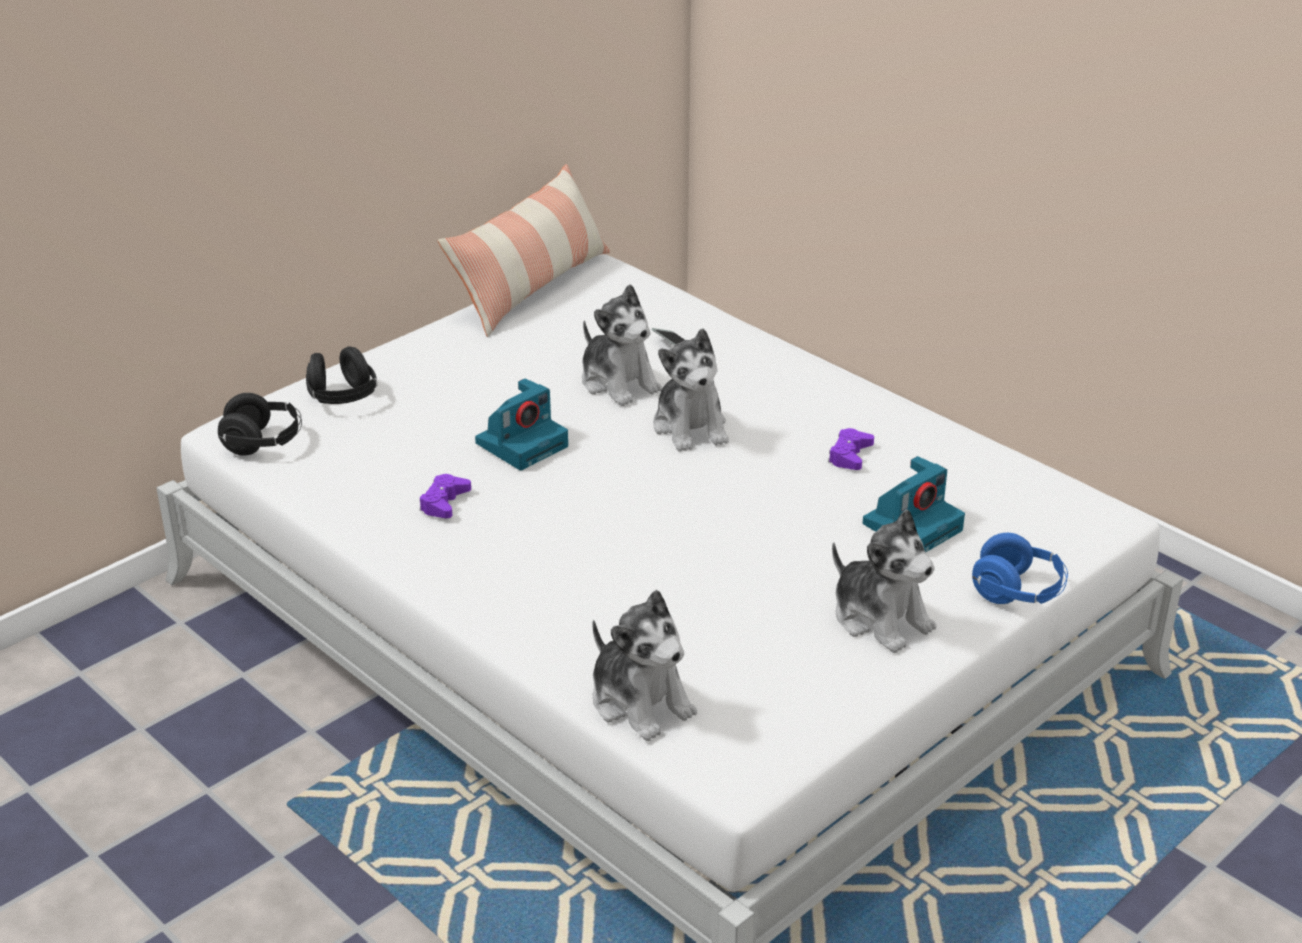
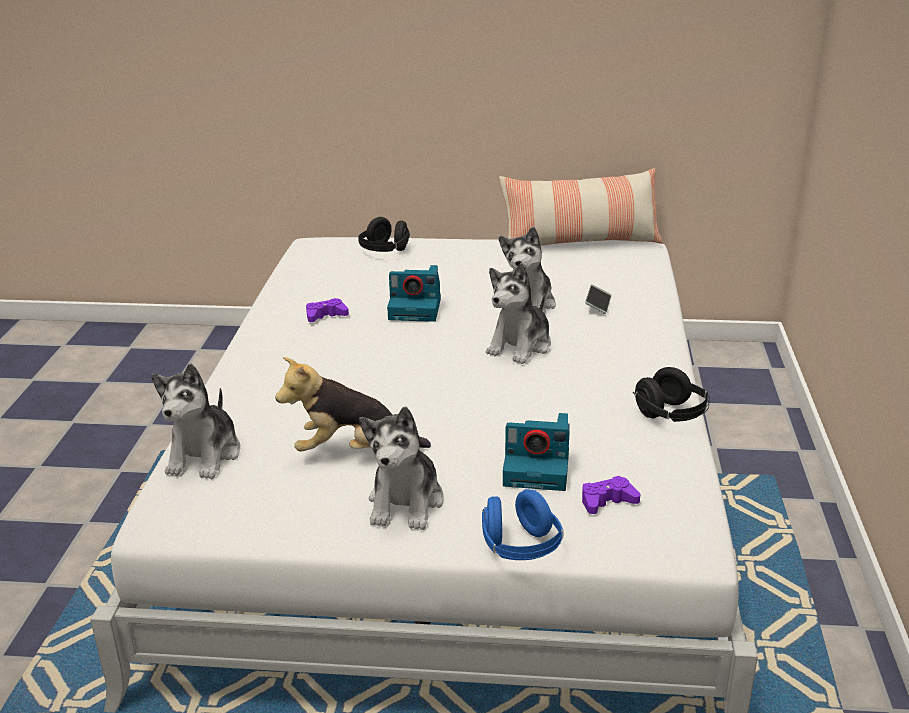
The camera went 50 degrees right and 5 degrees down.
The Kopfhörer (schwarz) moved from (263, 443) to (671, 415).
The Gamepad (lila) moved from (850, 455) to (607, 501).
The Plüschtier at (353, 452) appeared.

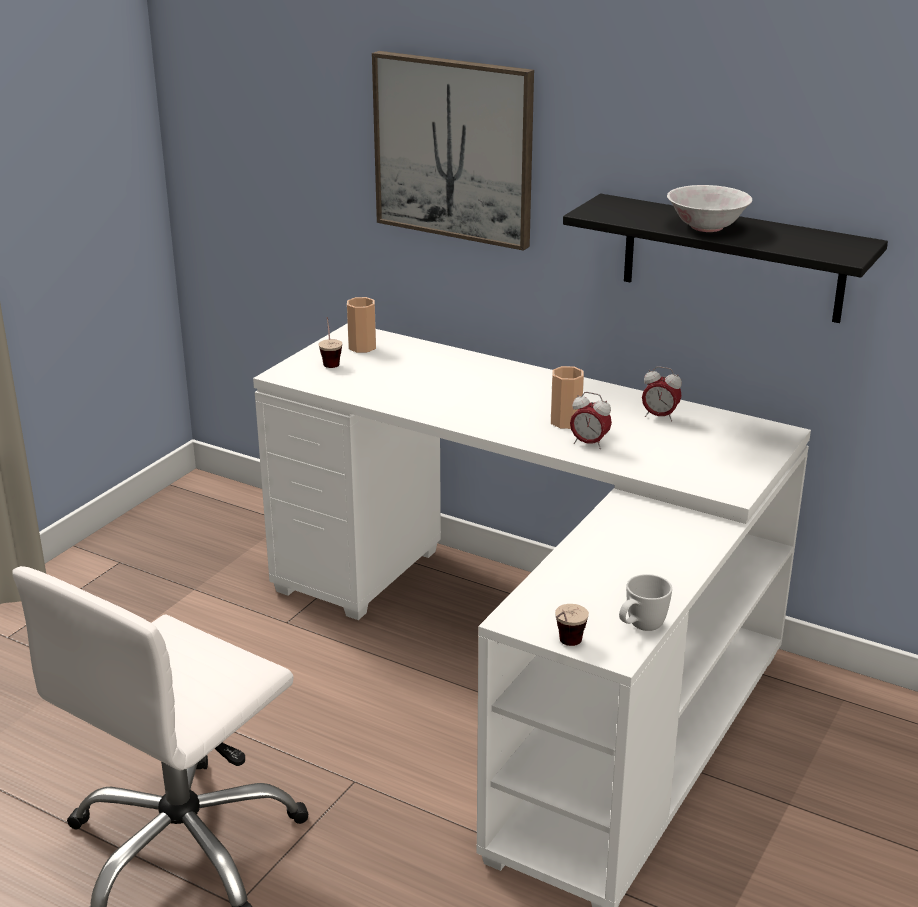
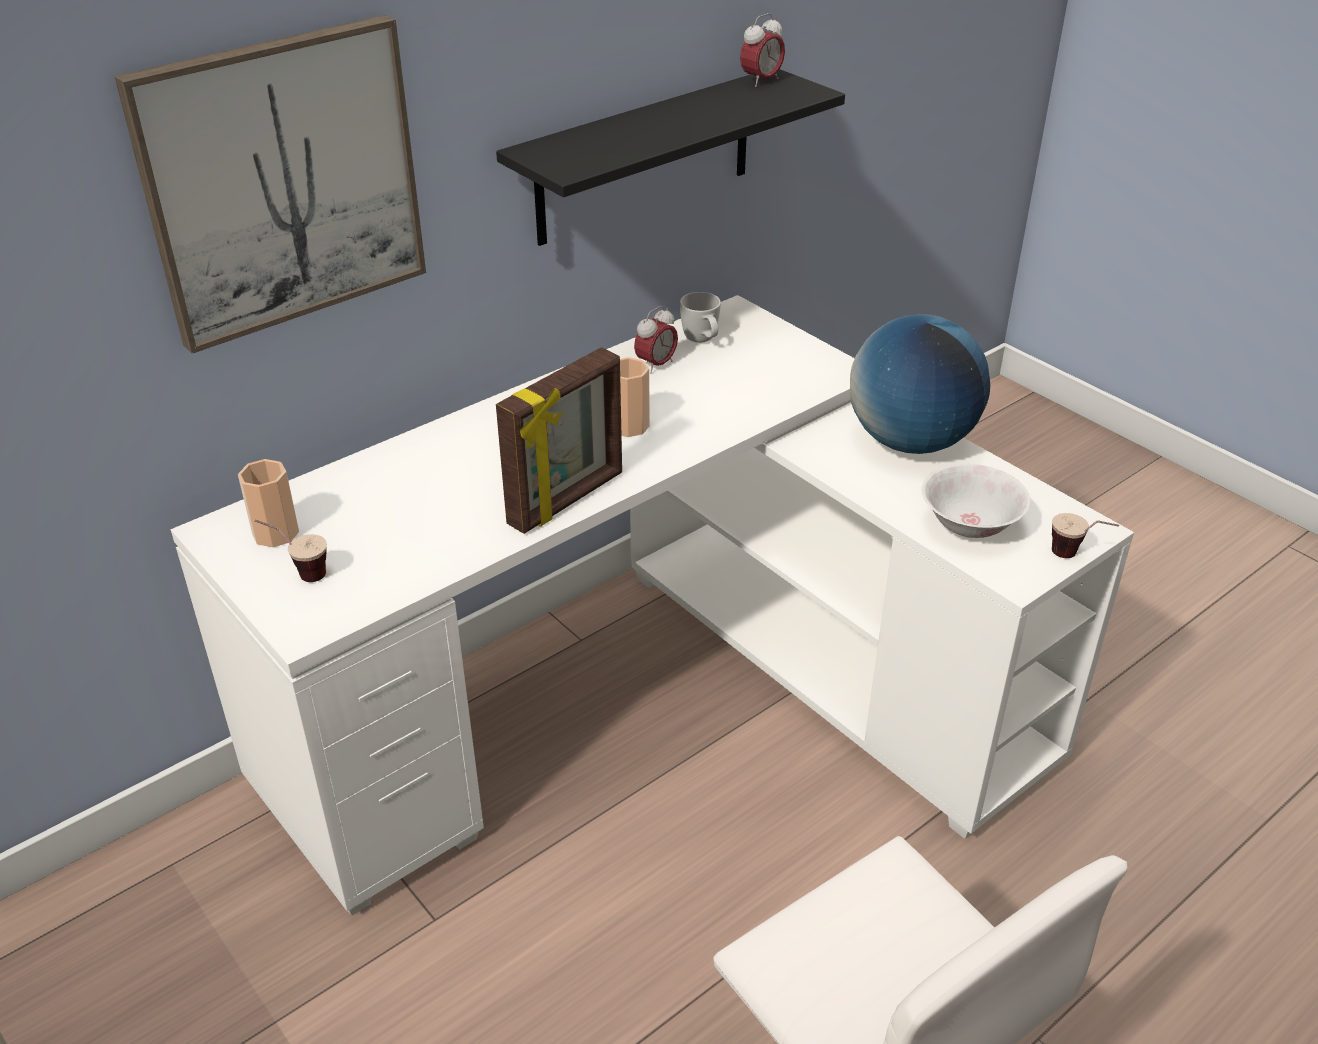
The camera went 70 degrees left and 10 degrees up.
The Wecker moved from (589, 444) to (761, 81).
The Henkelbecher (weiß) moved from (640, 628) to (702, 341).
The Schüssel (weiß) moved from (707, 227) to (970, 525).
The Bilderrahmen at (567, 500) appeared.
The Globus at (910, 441) appeared.

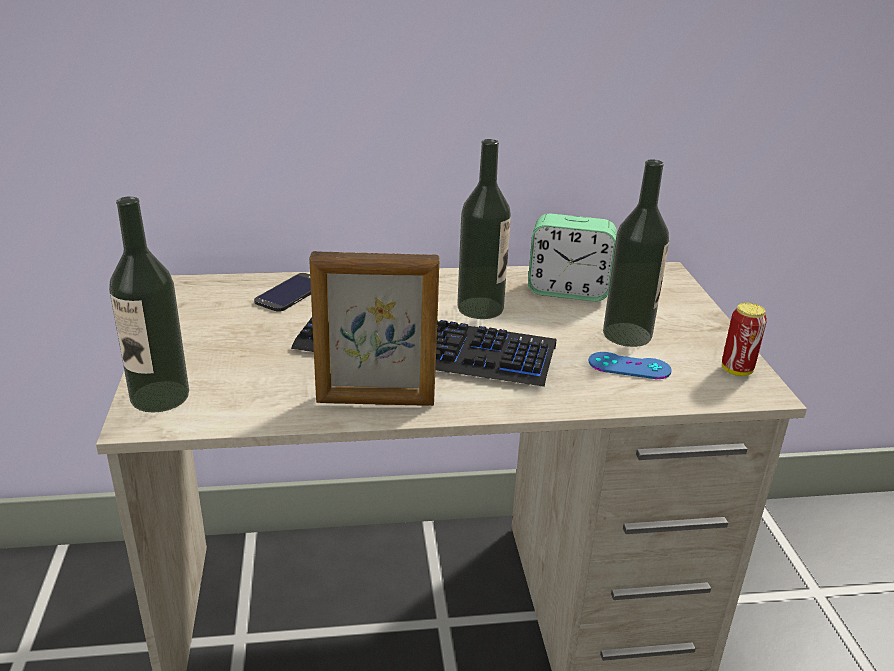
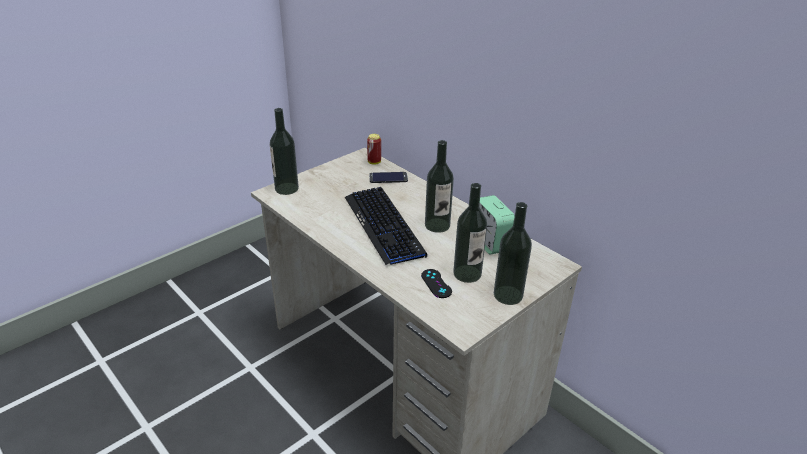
The camera went 55 degrees right and 5 degrees up.
The Bilderrahmen at (375, 401) disappeared.
The Gamepad (blau) at (629, 366) became the Gamepad (schwarz) at (436, 283).
The Dose moved from (736, 370) to (374, 162).
The Flasche at (508, 295) appeared.

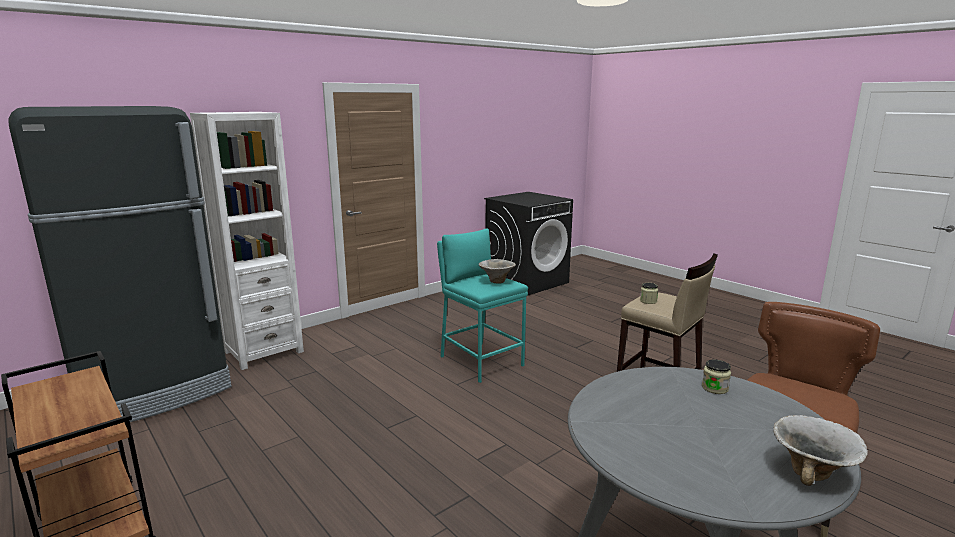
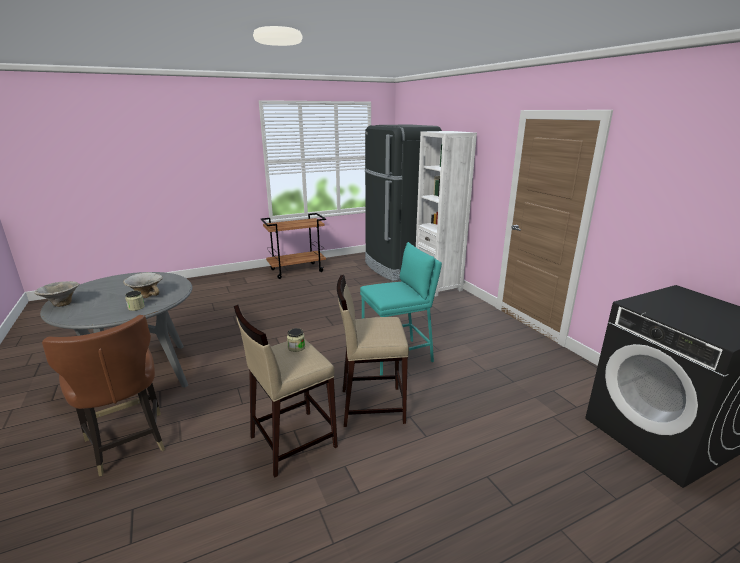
The camera went 105 degrees right and 5 degrees up.
The Schüssel moved from (496, 281) to (147, 295).
The Hocker (beige) at (371, 405) appeared.

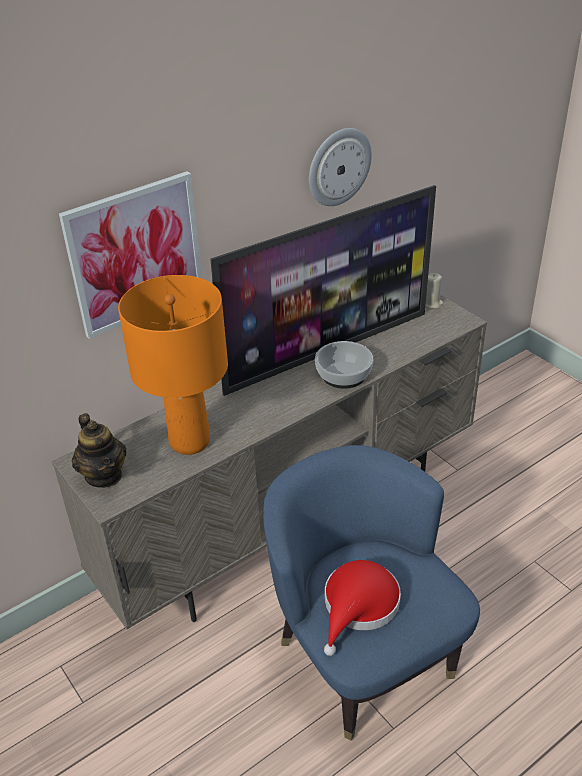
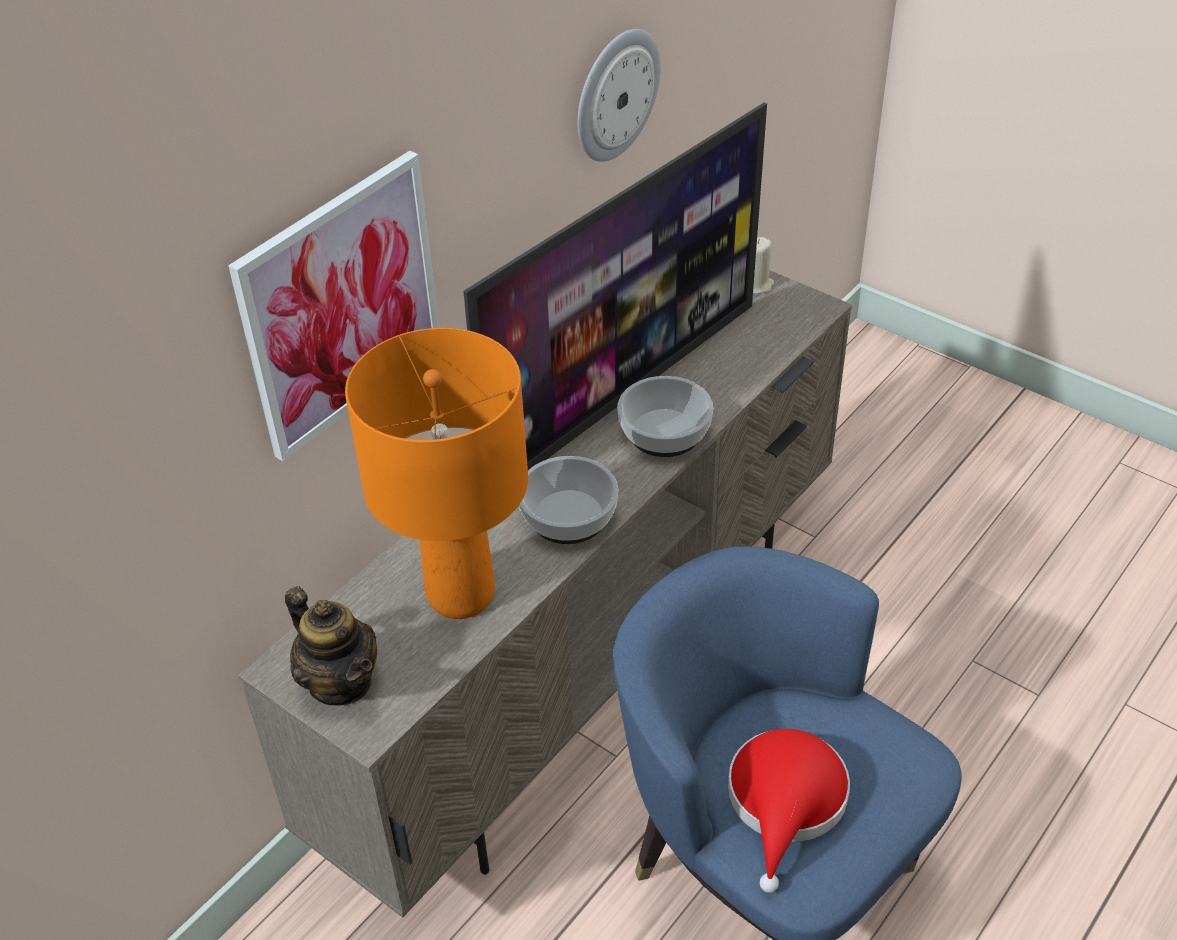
The camera went 15 degrees left and 5 degrees up.
The Schüssel at (567, 516) appeared.

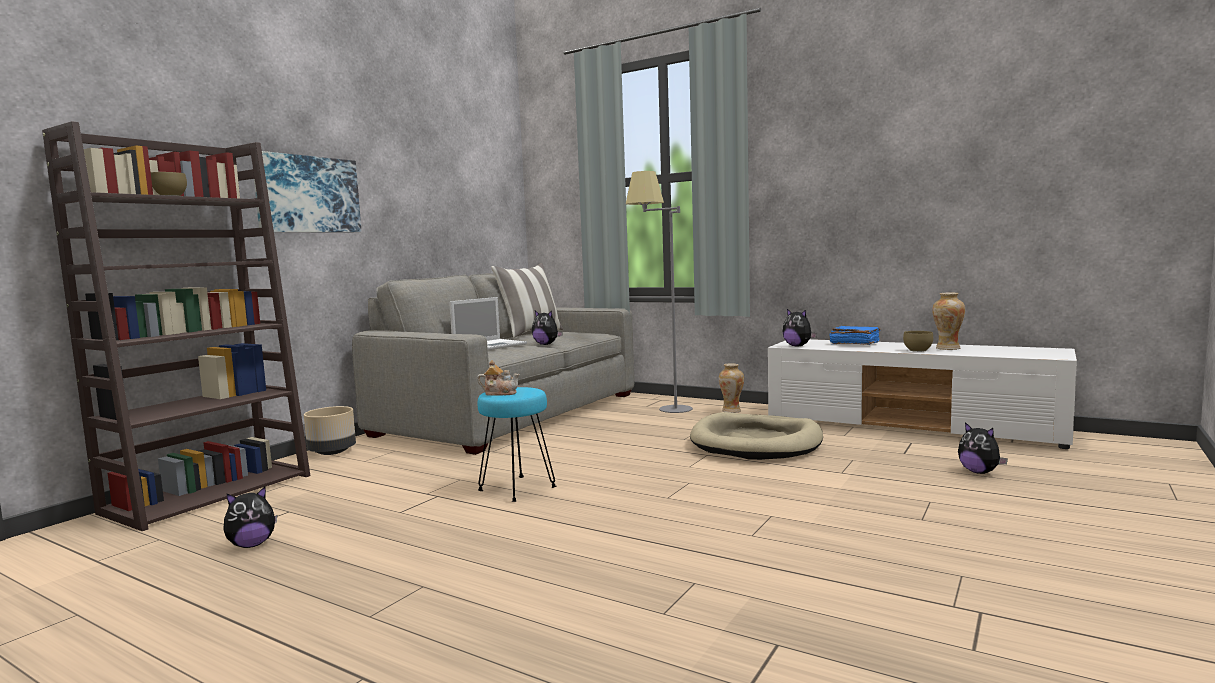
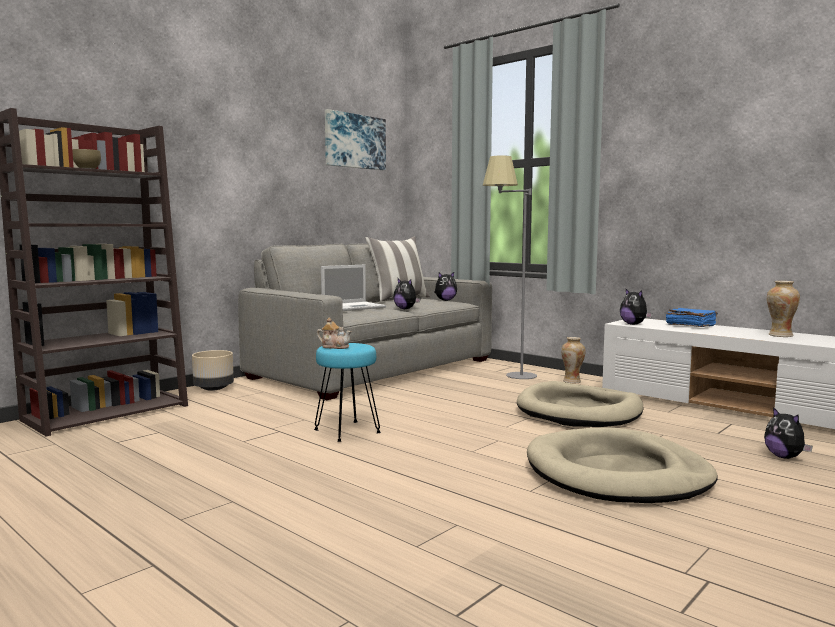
The camera went 10 degrees right and 0 degrees up.
The Plüschtier moved from (252, 545) to (445, 300).
The Bild moved from (307, 194) to (354, 141).
The Schüssel (braun) at (918, 350) disappeared.
The Hundebett (beige) at (617, 474) appeared.

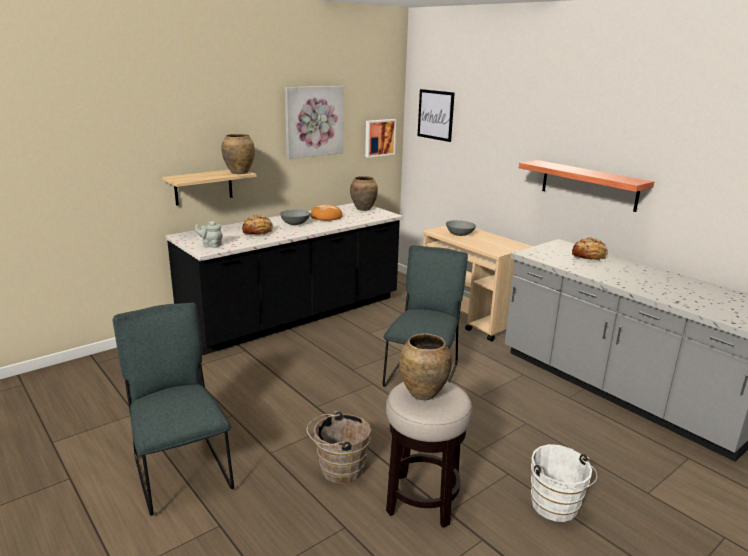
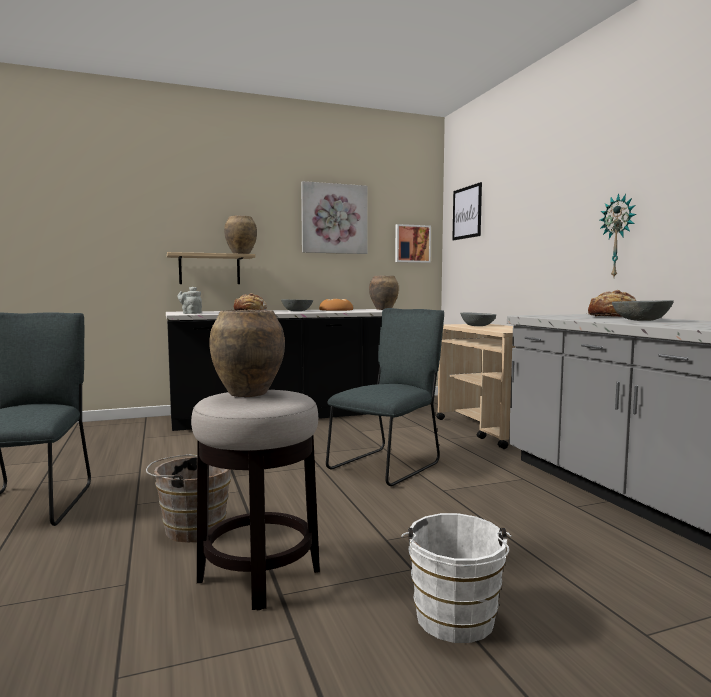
The camera went 20 degrees right and 15 degrees down.
The Wandregal at (588, 185) was replaced by the Wanduhr at (618, 236).
The Schüssel (grau) at (641, 320) appeared.

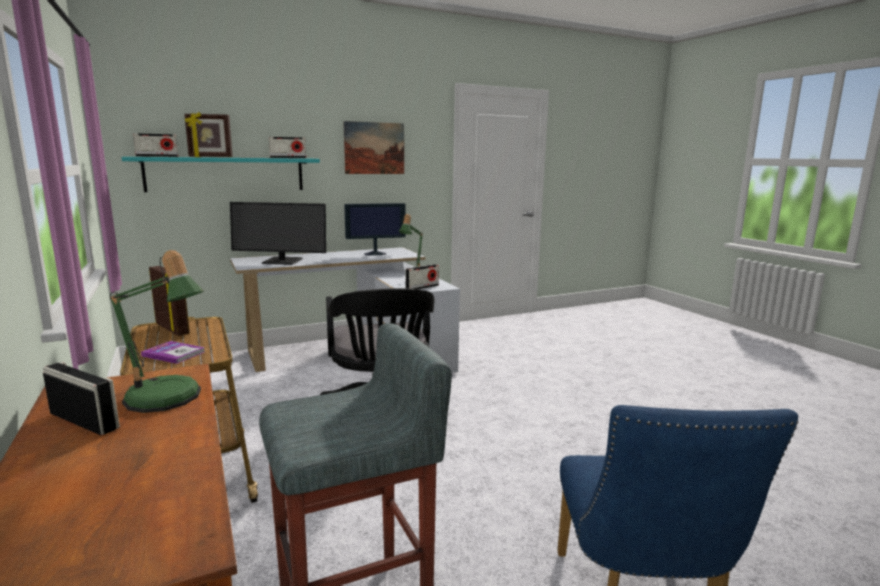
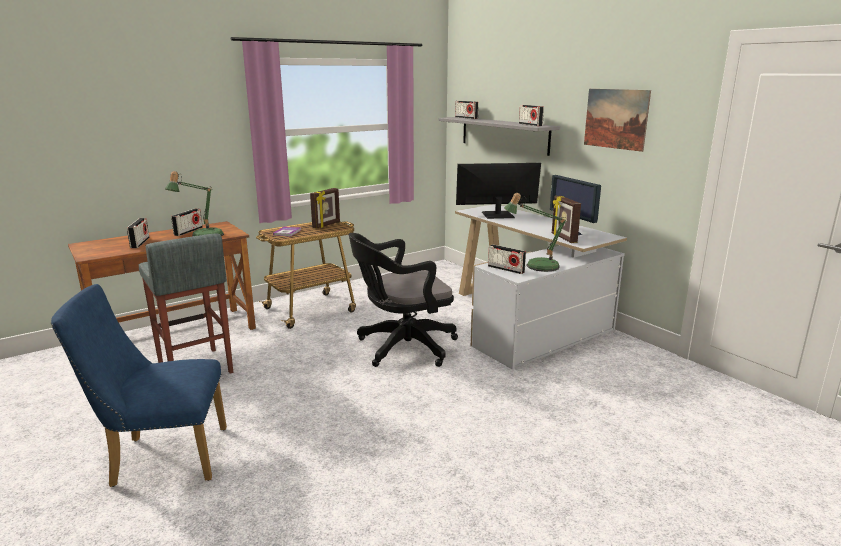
The camera went 80 degrees right and 5 degrees up.
The Wandregal (türkis) at (226, 174) became the Wandregal (grau) at (504, 135).
The Bilderrahmen moved from (210, 157) to (563, 238).
The Monitor at (282, 261) turned 90 degrees clockwise.
The Radio at (140, 243) appeared.

